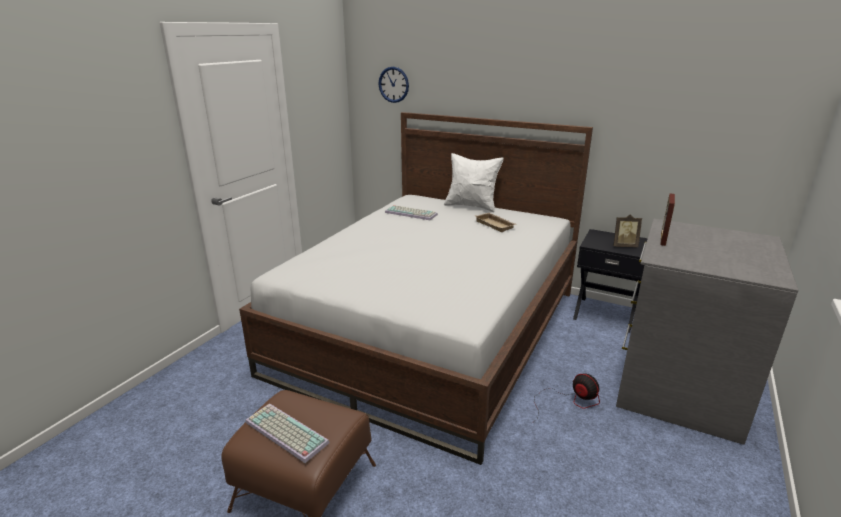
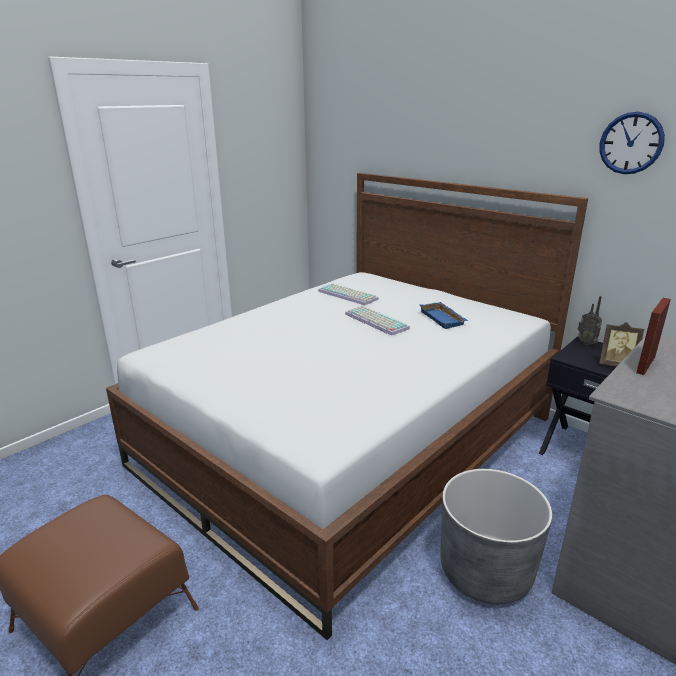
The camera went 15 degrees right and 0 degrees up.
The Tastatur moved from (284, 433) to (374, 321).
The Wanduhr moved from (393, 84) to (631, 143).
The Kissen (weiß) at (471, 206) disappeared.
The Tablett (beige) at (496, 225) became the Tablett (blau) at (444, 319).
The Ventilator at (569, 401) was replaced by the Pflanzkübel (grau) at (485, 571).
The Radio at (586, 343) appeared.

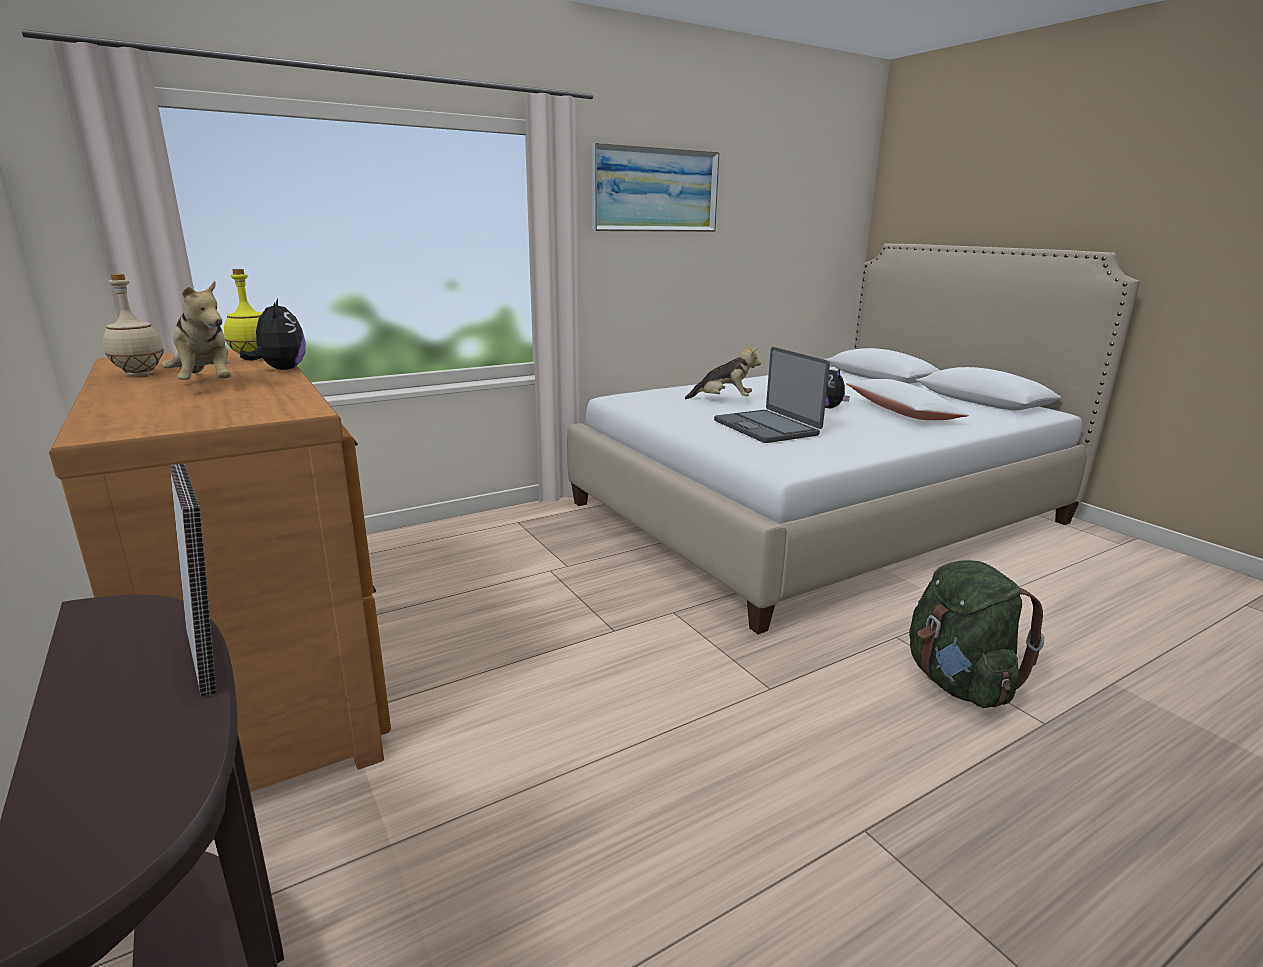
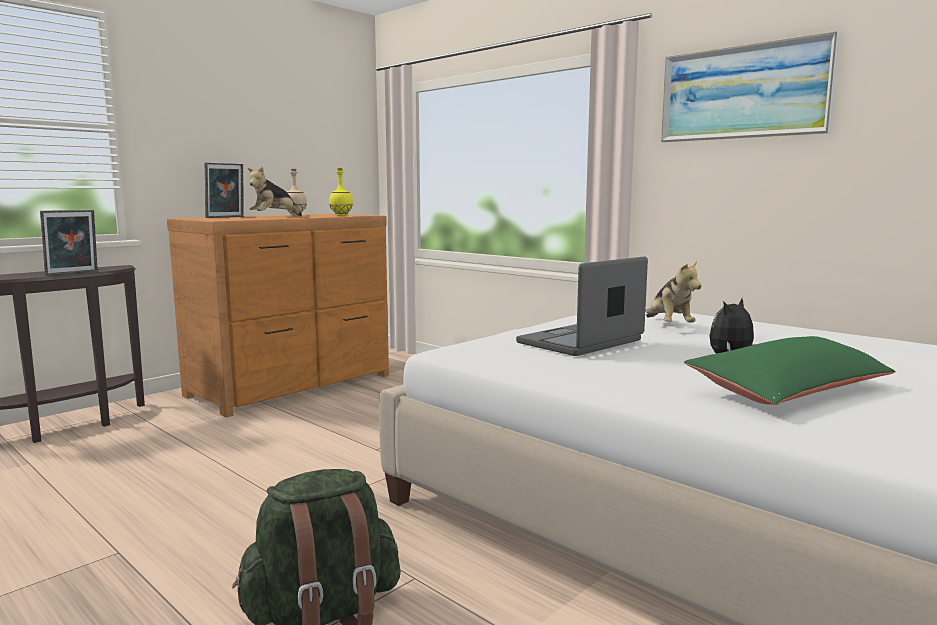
The camera went 75 degrees right and 10 degrees down.
The Plüschtier at (281, 369) disappeared.
The Kissen (weiß) at (901, 412) became the Kissen (grün) at (789, 390).
The Bilderrahmen at (226, 217) appeared.

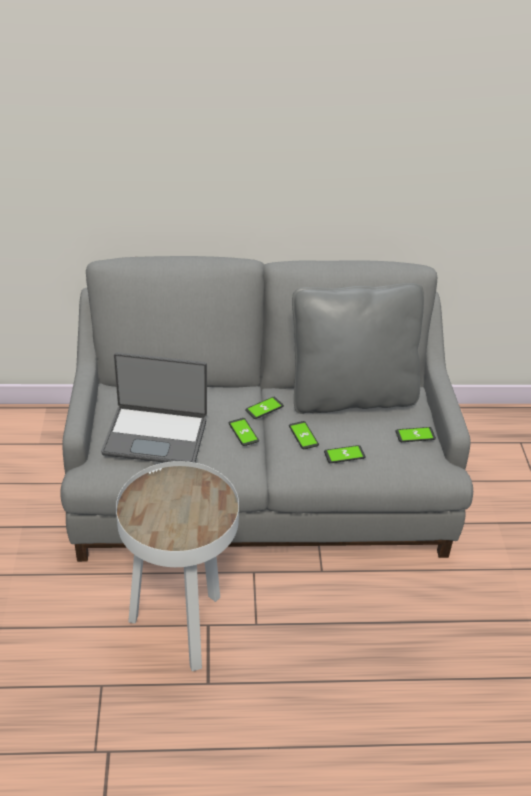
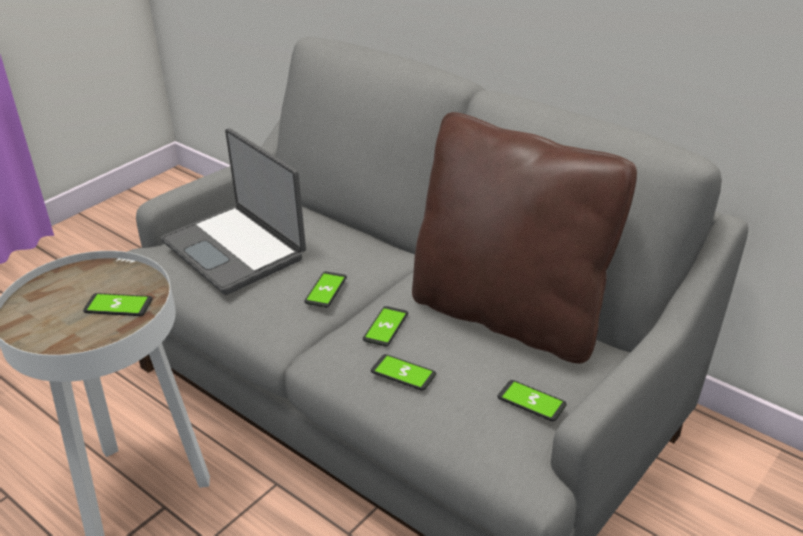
The camera went 45 degrees right and 5 degrees down.
The Handy moved from (264, 408) to (118, 306).
The Kissen (grau) at (351, 396) became the Kissen (braun) at (509, 315).

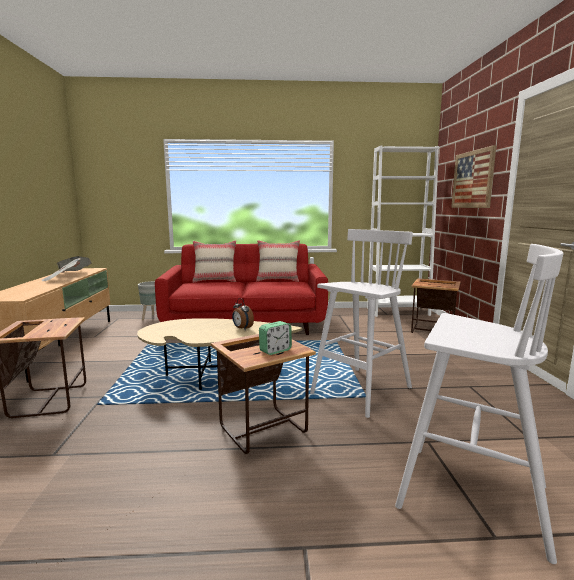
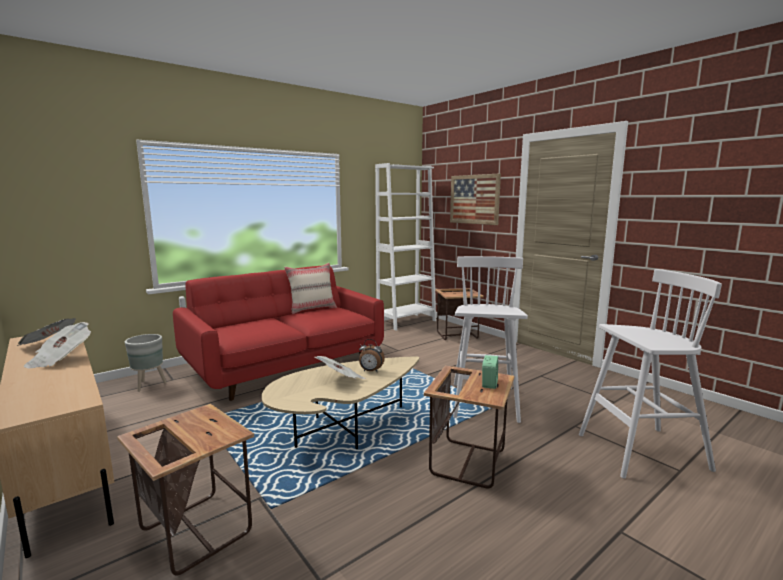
The camera went 35 degrees left and 0 degrees up.
The Kissen (beige) at (215, 281) disappeared.
The Zeitung at (341, 380) appeared.

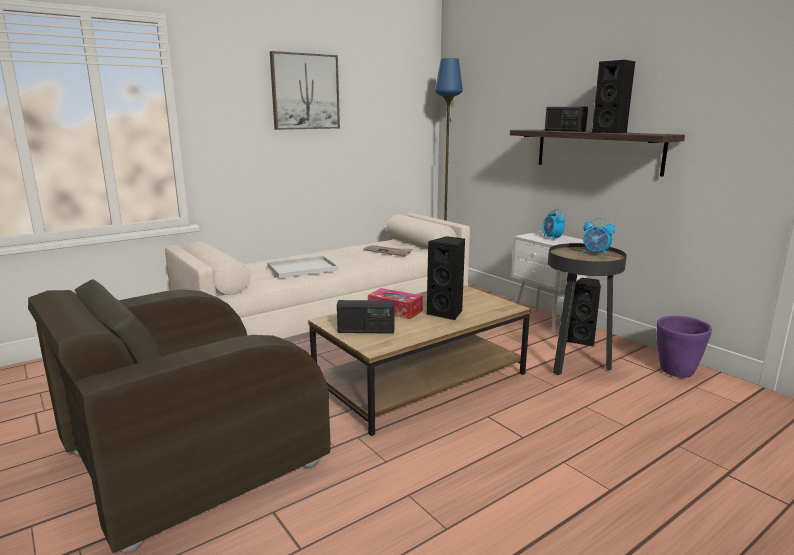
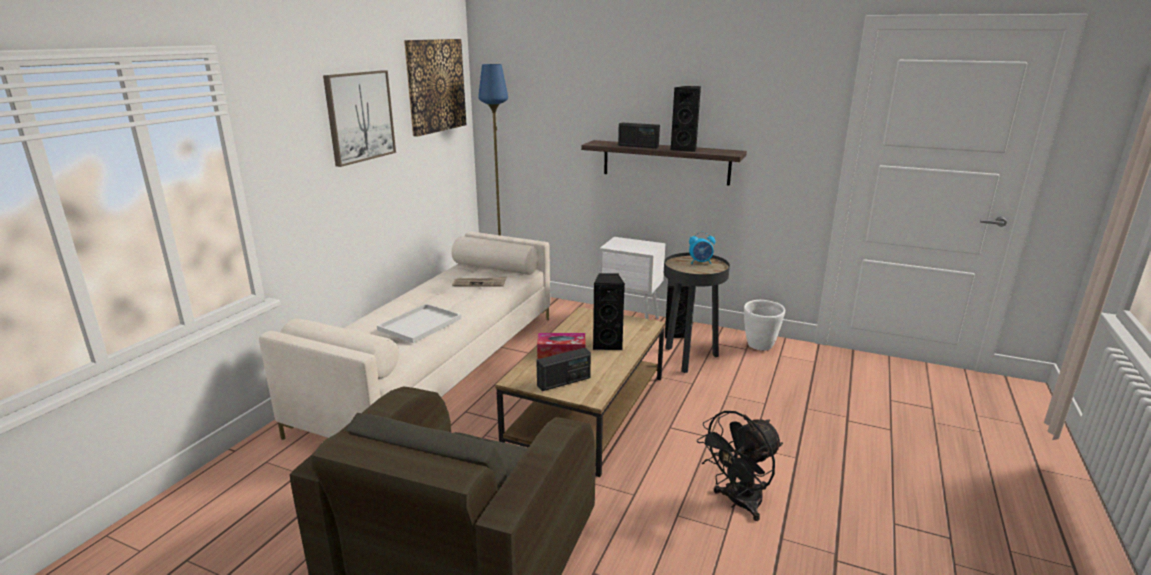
The camera went 30 degrees left and 5 degrees up.
The Wecker at (552, 238) disappeared.
The Pflanzkübel (lila) at (676, 372) became the Pflanzkübel (weiß) at (759, 346).
The Bild at (435, 86) appeared.
The Ventilator (schwarz) at (738, 503) appeared.

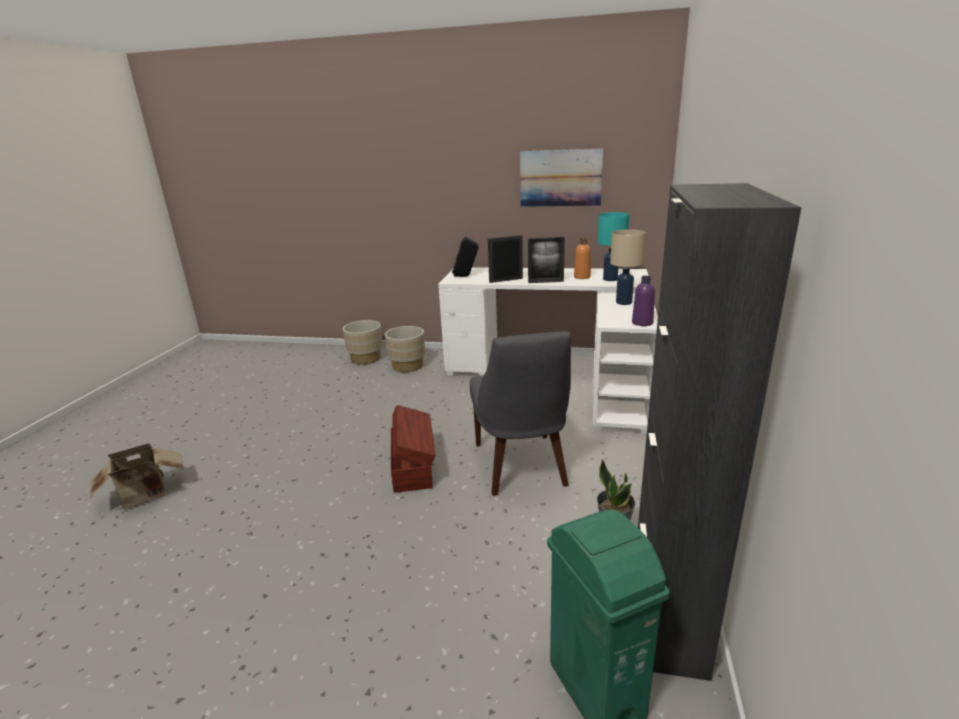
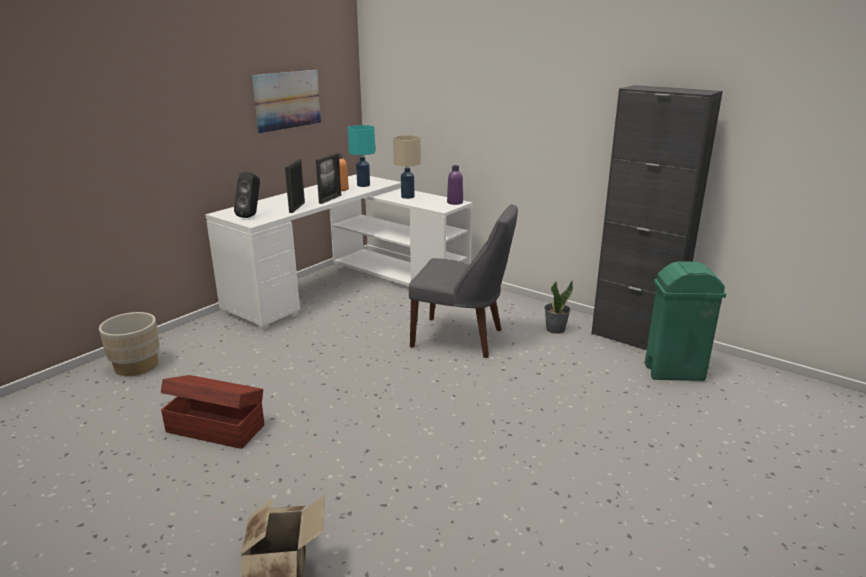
The camera went 65 degrees left and 0 degrees up.
The Pflanzkübel (beige) at (408, 366) disappeared.
The Aufbewahrungsbox (braun) moved from (413, 466) to (215, 427).

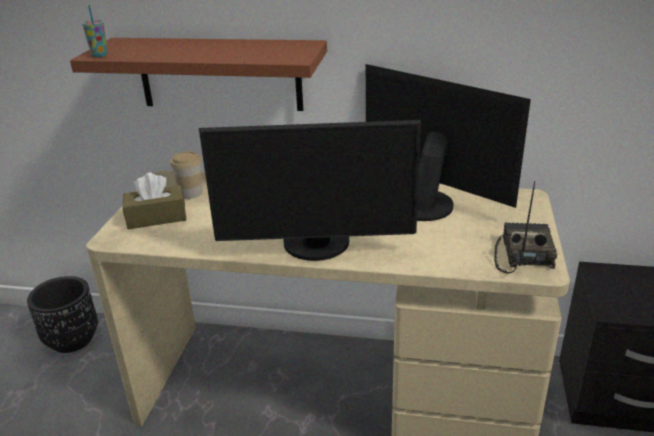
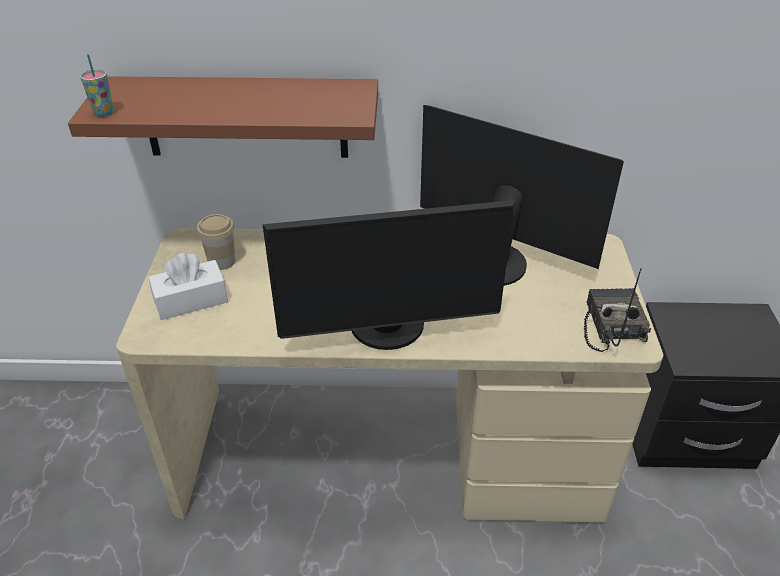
The camera went 10 degrees left and 10 degrees up.
The Pflanzkübel (schwarz) at (72, 339) disappeared.
The Taschentuchbox (braun) at (156, 217) became the Taschentuchbox (weiß) at (191, 300).

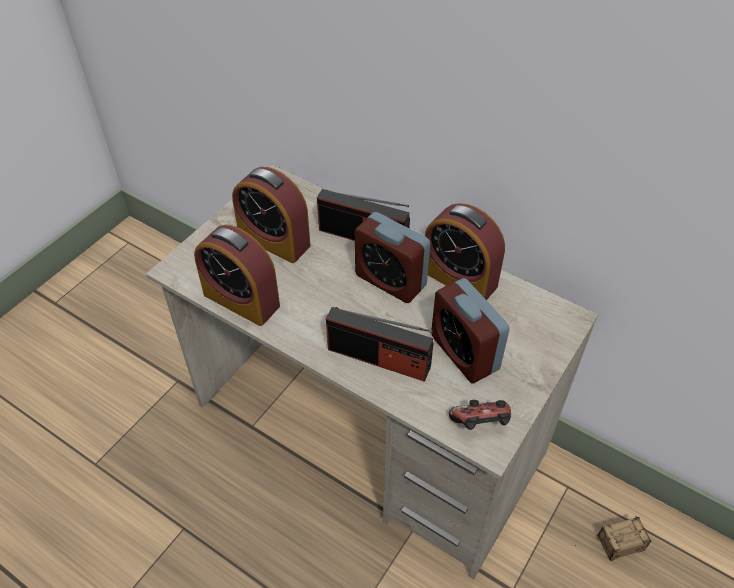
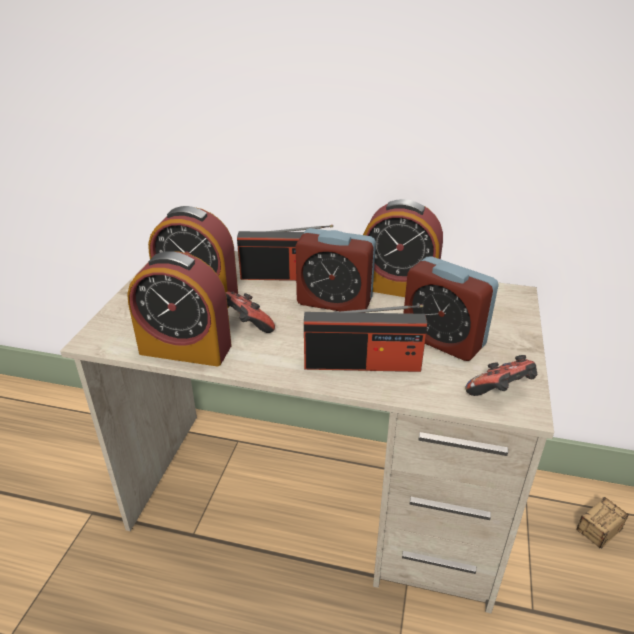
The camera went 20 degrees left and 15 degrees down.
The Gamepad at (247, 325) appeared.

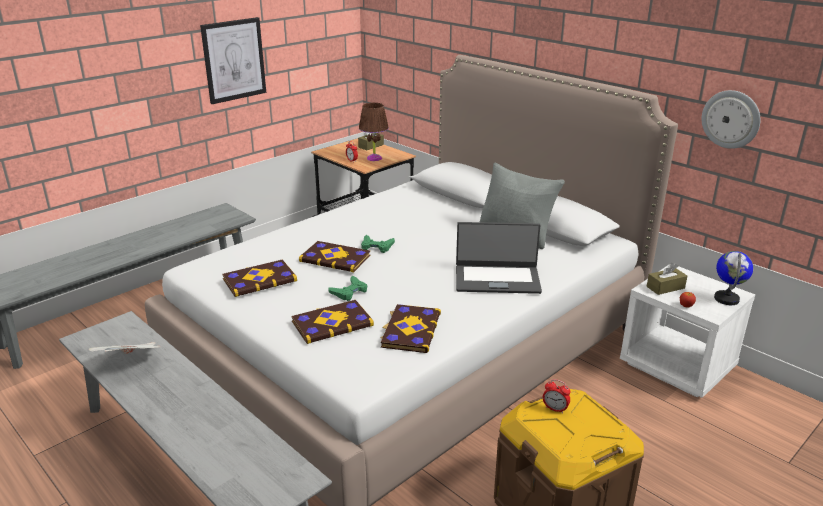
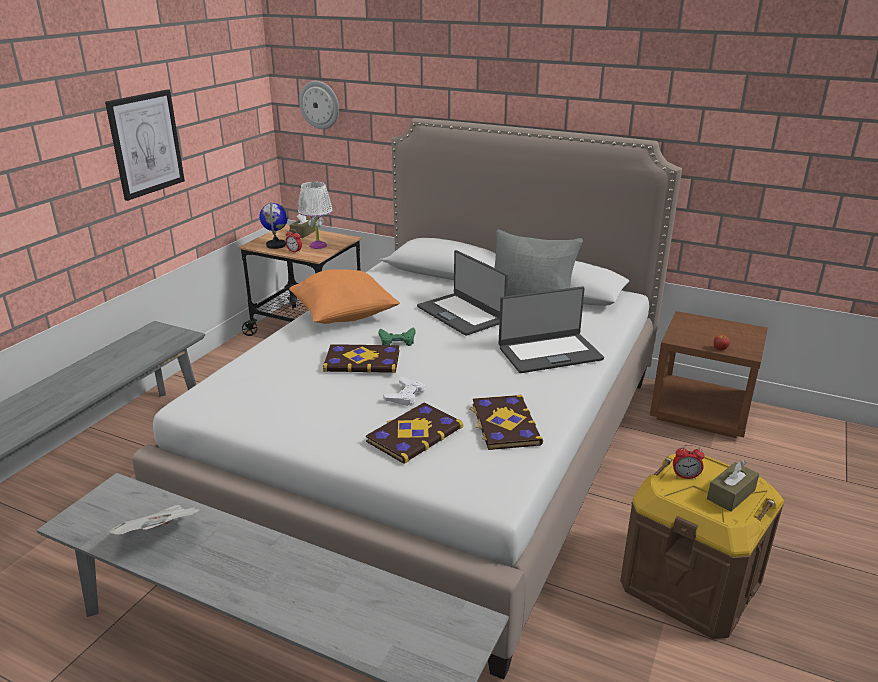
The camera went 20 degrees left and 0 degrees up.
The Buch at (259, 279) disappeared.
The Gamepad (grün) at (349, 292) became the Gamepad (weiß) at (405, 395).
The Tischlampe (braun) at (374, 158) became the Tischlampe (weiß) at (318, 245).
The Nachttisch (weiß) at (678, 366) became the Nachttisch (braun) at (701, 412).
The Taschentuchbox (braun) moved from (665, 287) to (731, 494).
The Wanduhr moved from (731, 119) to (320, 105).
The Globus moved from (726, 299) to (276, 245).
The Kissen (orange) at (343, 317) appeared.
The Laptop at (461, 314) appeared.

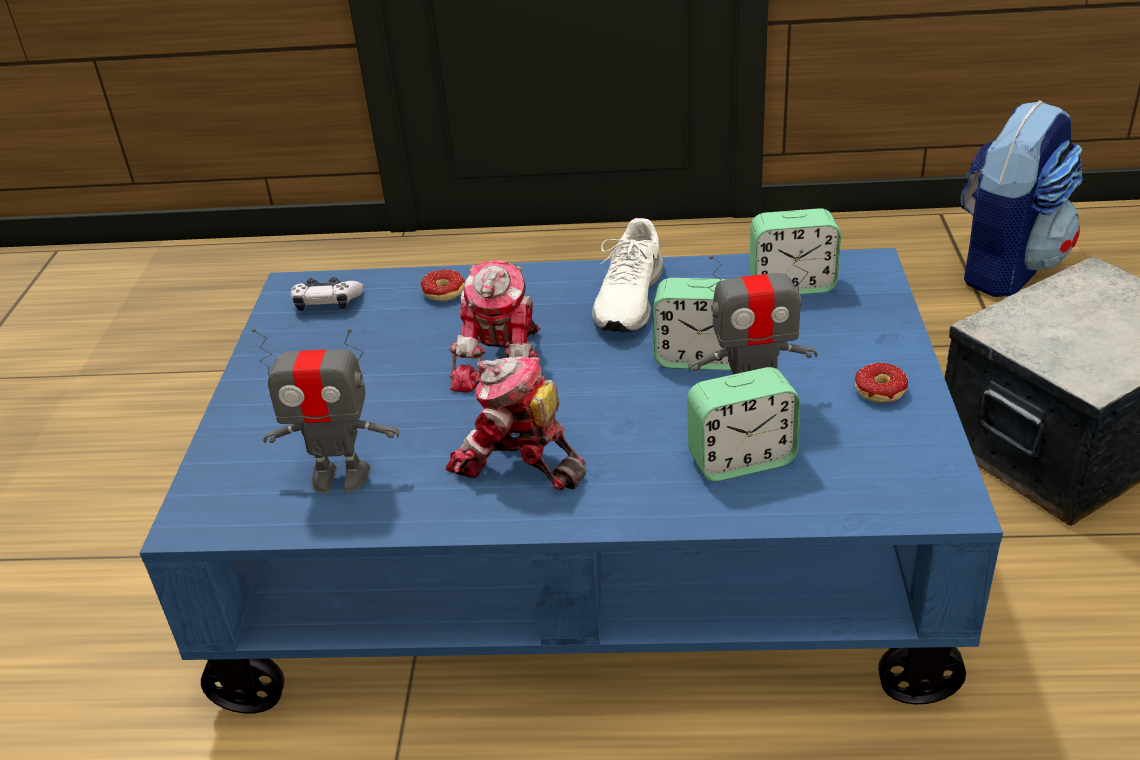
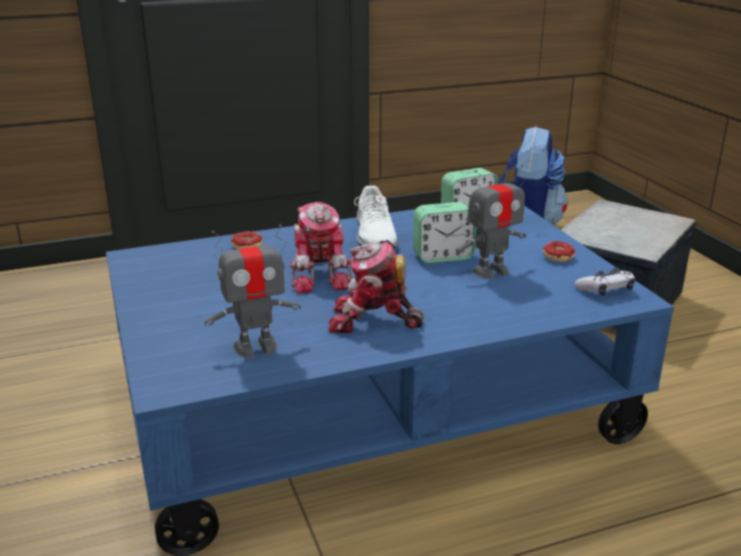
The camera went 25 degrees left and 10 degrees down.
The Gamepad moved from (327, 303) to (605, 290).
The Wecker at (741, 460) disappeared.

